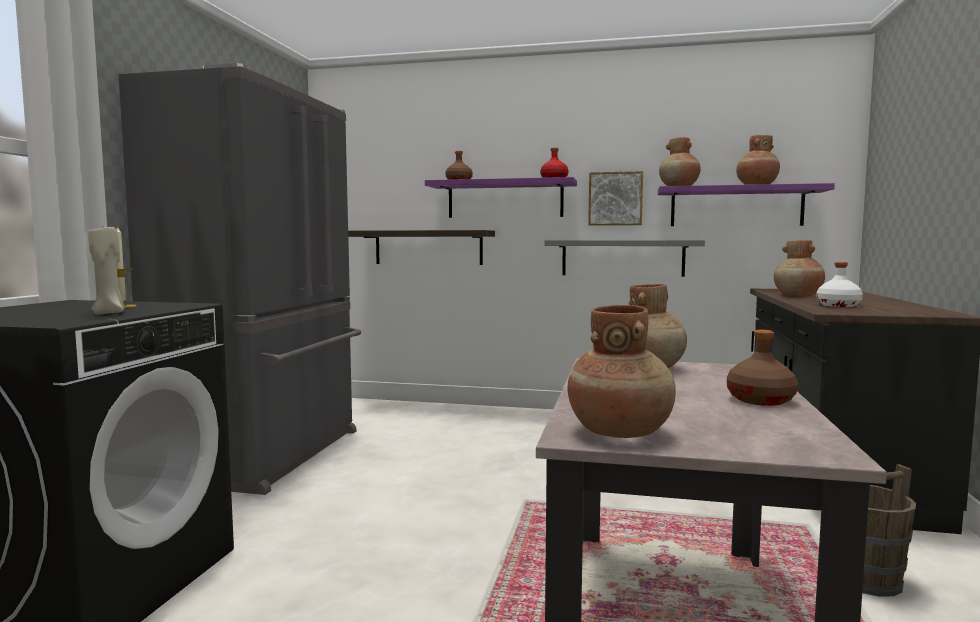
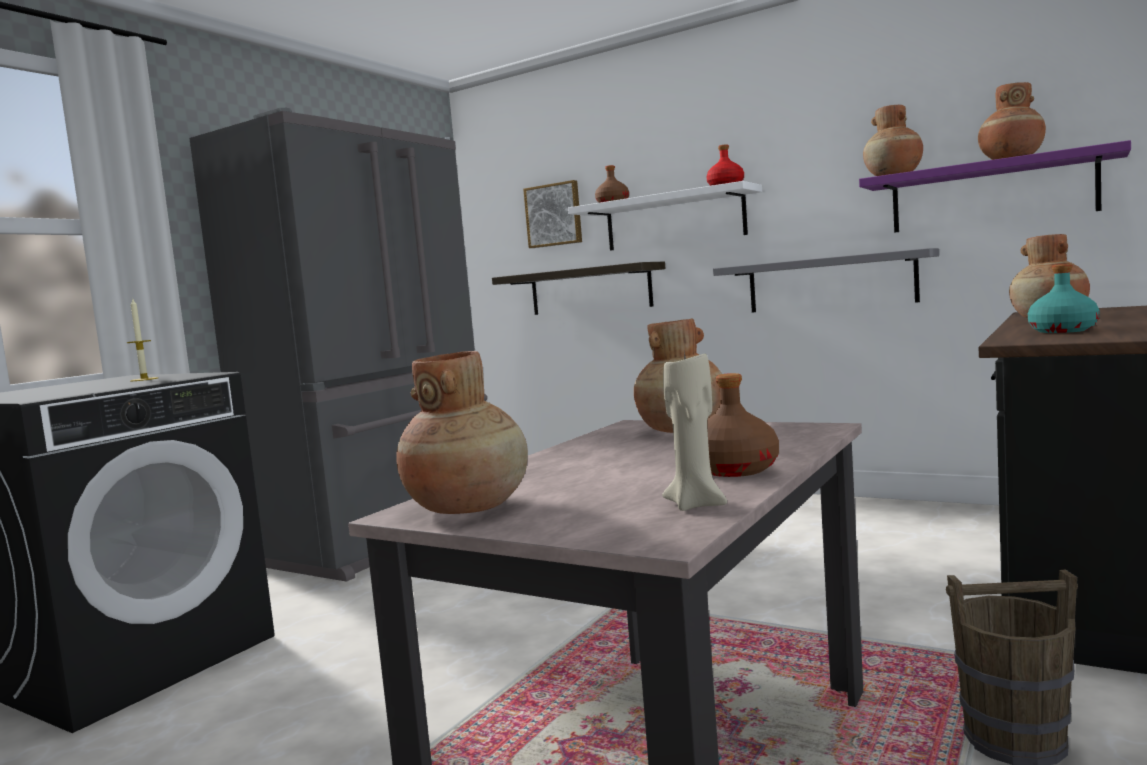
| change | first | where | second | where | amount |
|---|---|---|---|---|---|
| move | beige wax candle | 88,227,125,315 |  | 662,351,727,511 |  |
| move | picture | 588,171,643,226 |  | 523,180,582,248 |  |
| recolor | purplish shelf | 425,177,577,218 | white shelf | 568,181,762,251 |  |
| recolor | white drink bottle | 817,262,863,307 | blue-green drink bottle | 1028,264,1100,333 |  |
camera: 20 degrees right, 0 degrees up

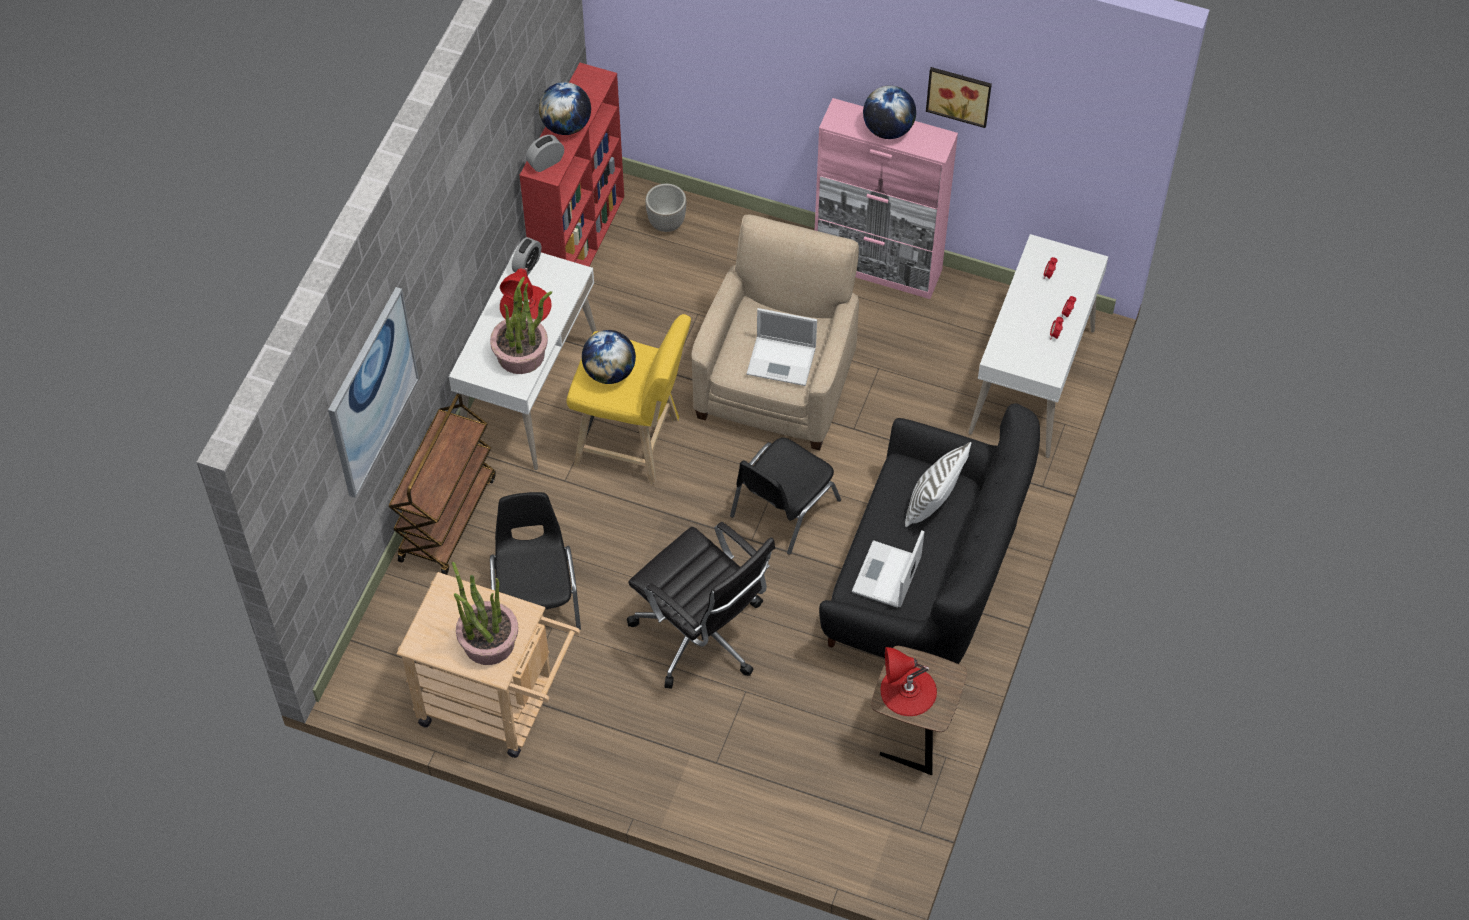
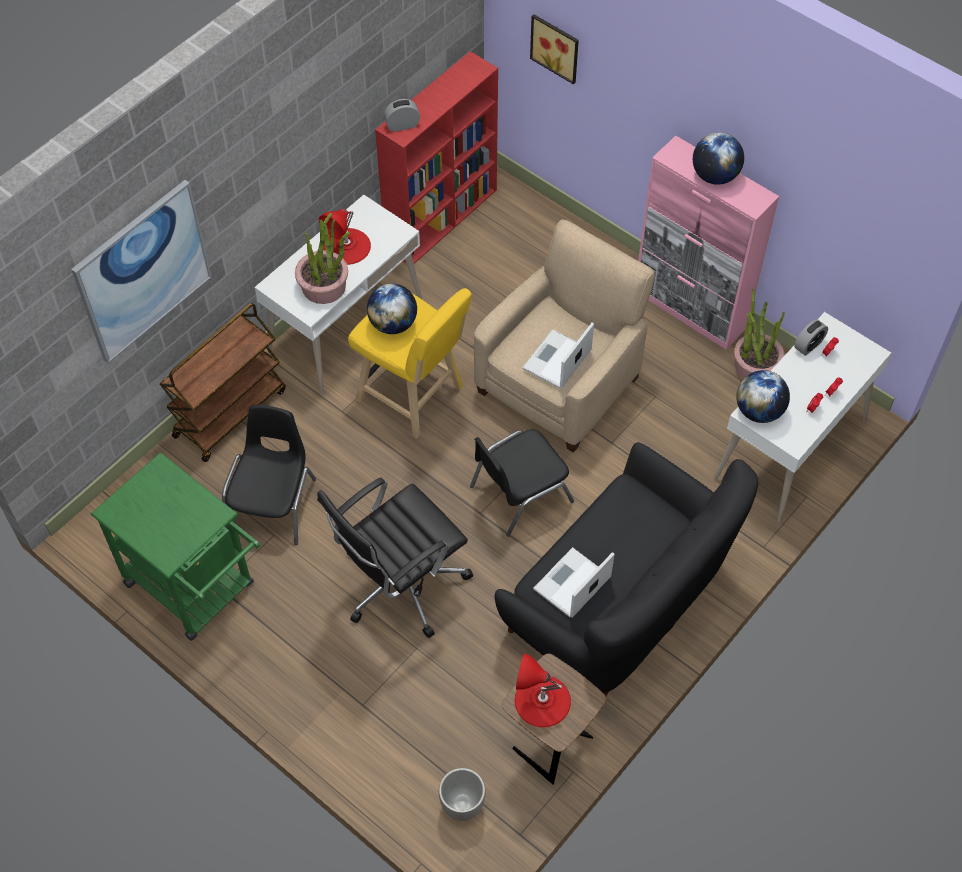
| change | first | where | second | where | amount |
|---|---|---|---|---|---|
| delete | white throw pillow | 905,442,971,527 |  |  |  |
| move | potted plant | 452,562,518,665 |  | 734,289,785,379 |  |
| move | alarm clock | 512,237,541,276 |  | 794,319,828,356 |  |
| move | world globe | 539,82,591,135 |  | 736,370,790,423 |  |
| move | flower pot | 645,184,686,232 |  | 439,768,486,821 |  |
| move | picture | 926,67,992,128 |  | 530,14,579,84 |  |
| recolor | beige wheeled cart | 397,572,580,758 | green-coloured wheeled cart | 91,452,260,641 |  |
| rotate | black-coloured office chair | 627,522,775,689 |  | 317,477,473,638 | 75 degrees clockwise |
| rotate | laptop | 746,308,817,386 |  | 523,322,594,388 | 90 degrees clockwise |
camera: 20 degrees right, 0 degrees up

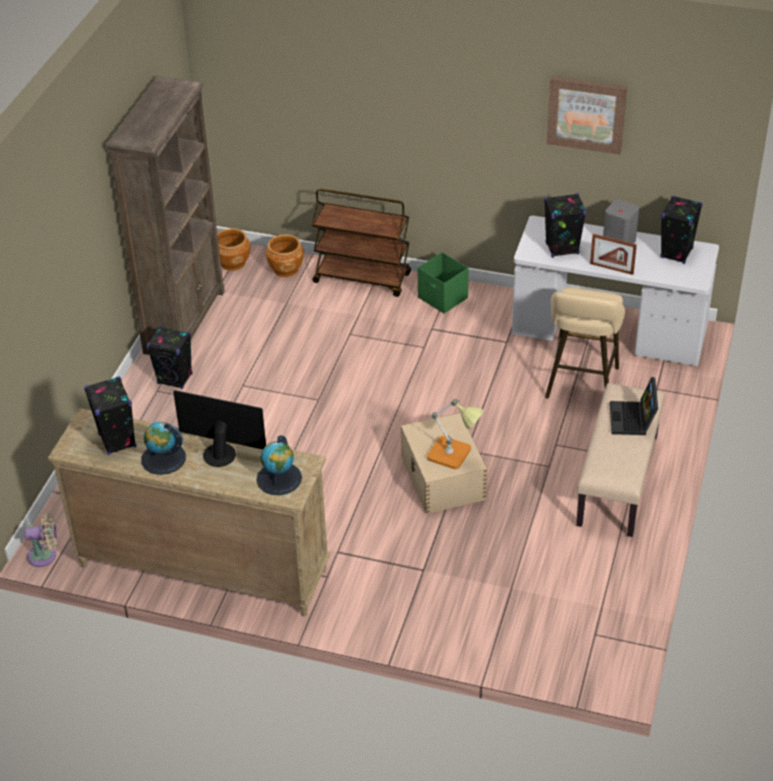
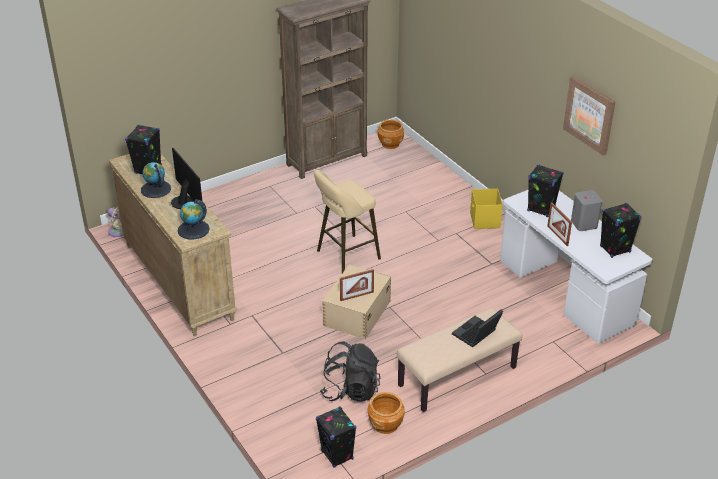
| change | first | where | second | where | amount |
|---|---|---|---|---|---|
| delete | brownish wheeled cart | 312,188,411,297 |  |  |  |
| insert |  |  | black-coloured rucksack | 320,341,380,402 |  |
| move | black-coloured speaker | 147,327,193,389 |  | 316,406,356,468 |  |
| move | brownish flower pot | 266,234,304,277 |  | 367,392,405,434 |  |
| move | beige stool | 545,287,625,398 |  | 314,170,381,273 |  |
| replace | tabletop lamp | 427,399,484,469 | photo frame | 340,269,374,301 |  |
| recolor | green-coloured storage bin | 418,252,469,313 | yellow storage bin | 470,189,503,229 |  |
camera: 40 degrees right, 5 degrees down

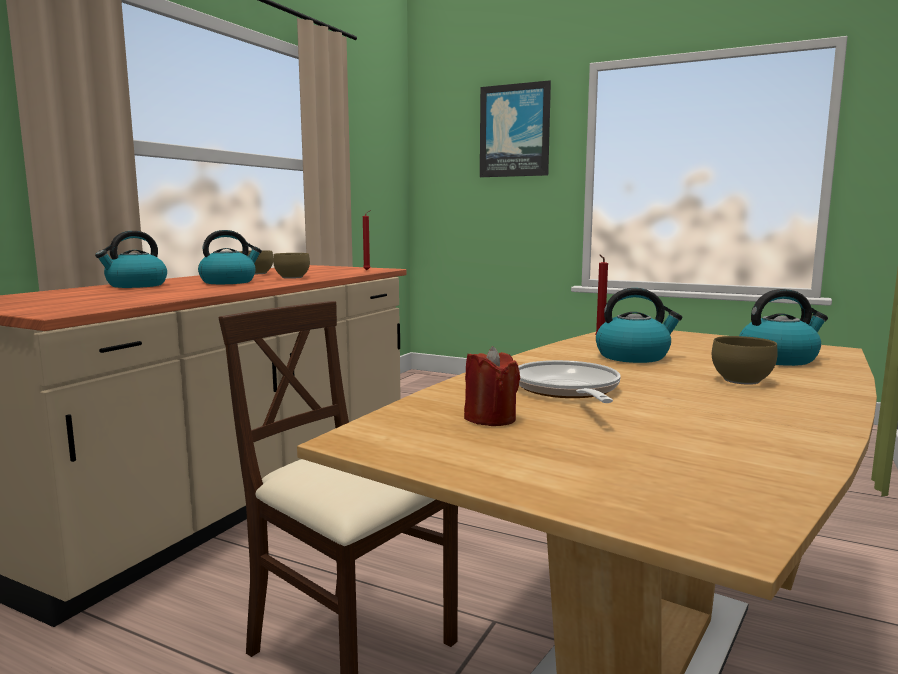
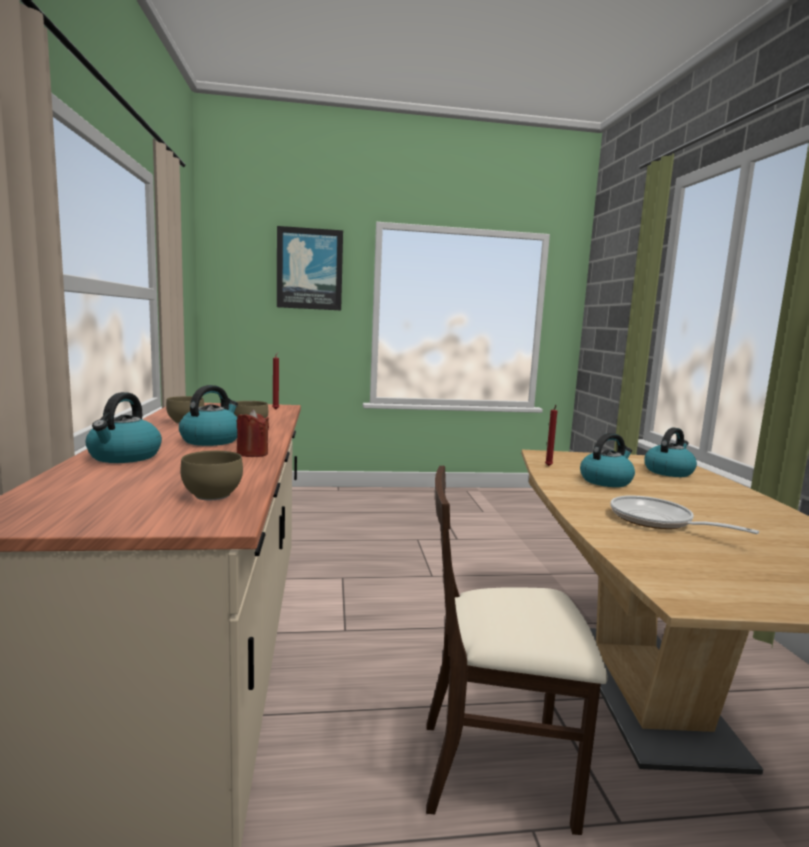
| change | first | where | second | where | amount |
|---|---|---|---|---|---|
| move | red wax candle | 464,346,520,426 |  | 237,409,269,457 |  |
| move | brownish serving bowl | 712,336,777,385 |  | 180,451,243,500 |  |
camera: 35 degrees left, 0 degrees up

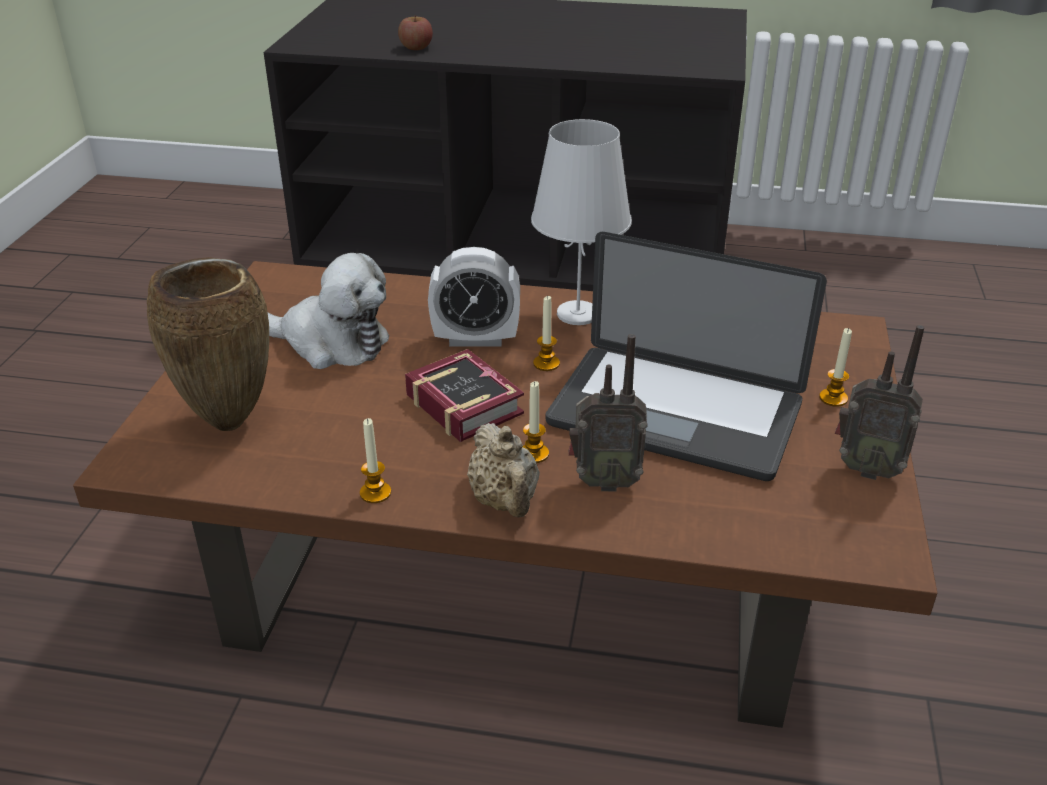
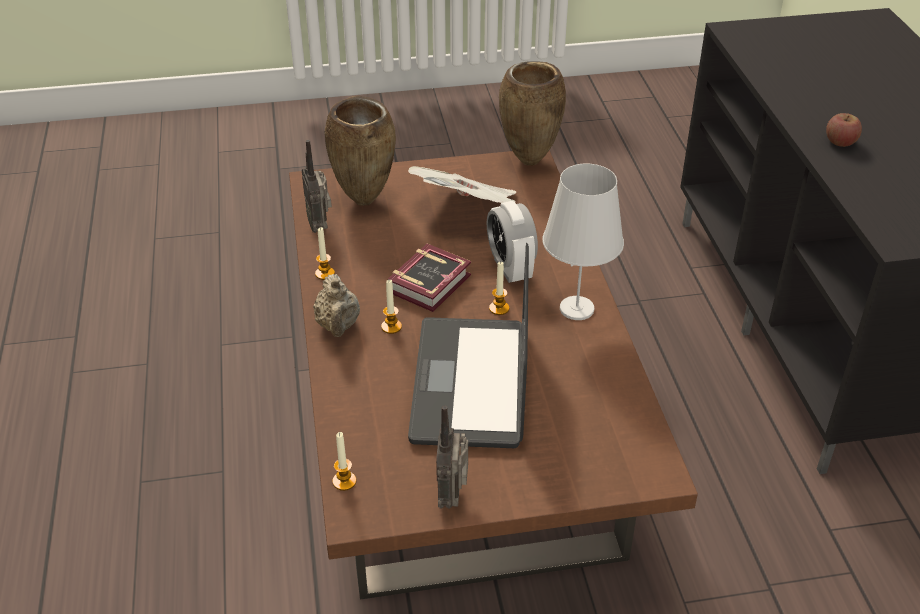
| change | first | where | second | where | amount |
|---|---|---|---|---|---|
| insert |  |  | brownish decorative vase | 499,61,566,166 |  |
| move | apple | 398,15,433,50 |  | 826,113,862,147 |  |
| move | radio receiver | 568,334,648,492 |  | 302,140,332,233 |  |
| move | wax candle | 819,328,852,407 |  | 332,432,356,491 |  |
| replace | soft toy | 268,253,389,369 | daily paper | 408,166,516,203 |  |
| rotate | beige pot for tea | 467,423,540,517 |  | 313,274,360,337 | 60 degrees counterclockwise |
camera: 70 degrees right, 5 degrees up

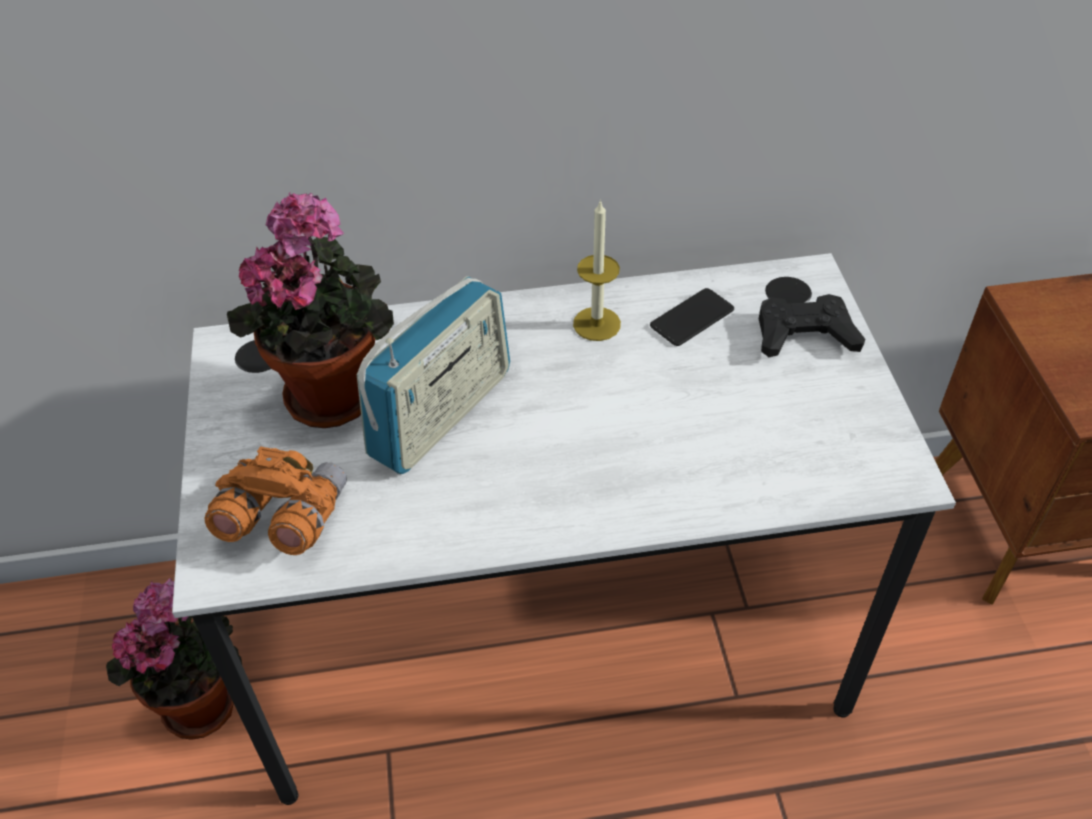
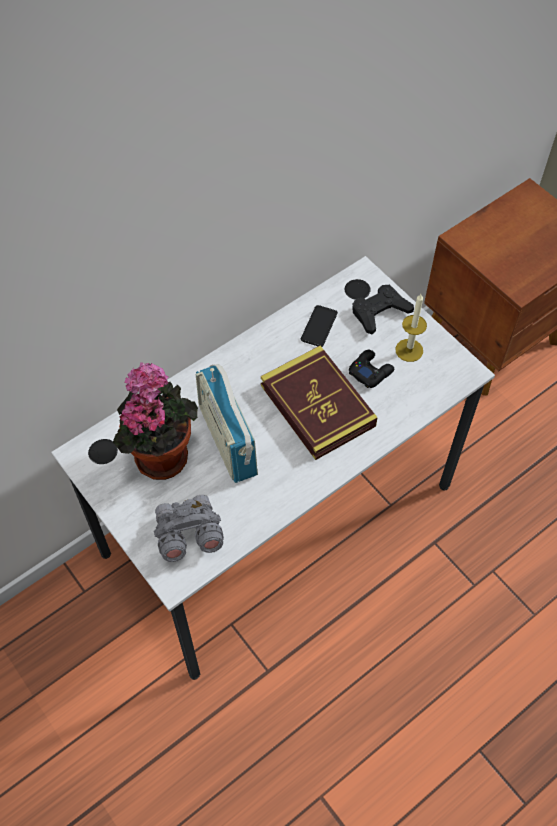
| change | first | where | second | where | amount |
|---|---|---|---|---|---|
| delete | potted plant | 106,578,242,740 |  |  |  |
| insert |  |  | book | 261,346,378,460 |  |
| insert |  |  | black-coloured joypad | 349,350,394,388 |  |
| move | wax candle | 573,199,621,341 |  | 395,294,427,362 |  |
| recolor | orangey pair of binoculars | 205,446,347,555 | greyish pair of binoculars | 154,495,224,562 |  |
| rotate | radio receiver | 357,276,510,474 |  | 196,364,258,483 | 150 degrees clockwise |
camera: 30 degrees left, 10 degrees up

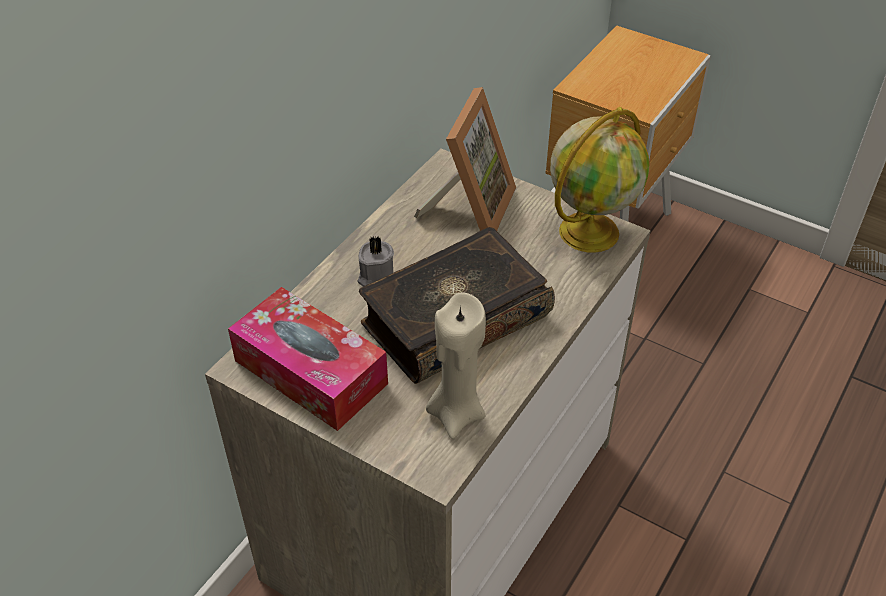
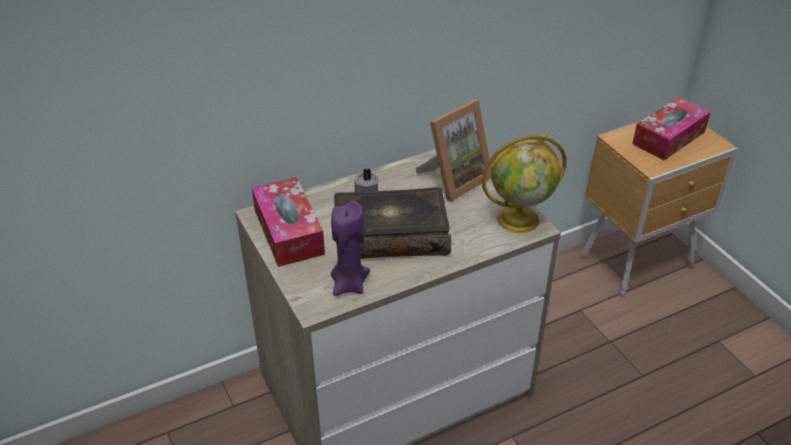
| change | first | where | second | where | amount |
|---|---|---|---|---|---|
| insert |  |  | tissue box | 632,97,711,161 |  |
| recolor | beige wax candle | 426,292,486,439 | purplish wax candle | 331,201,370,296 |  |
camera: 30 degrees right, 5 degrees down

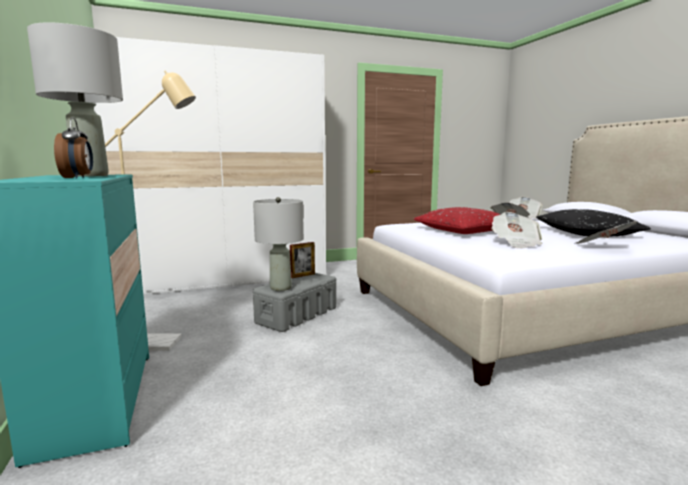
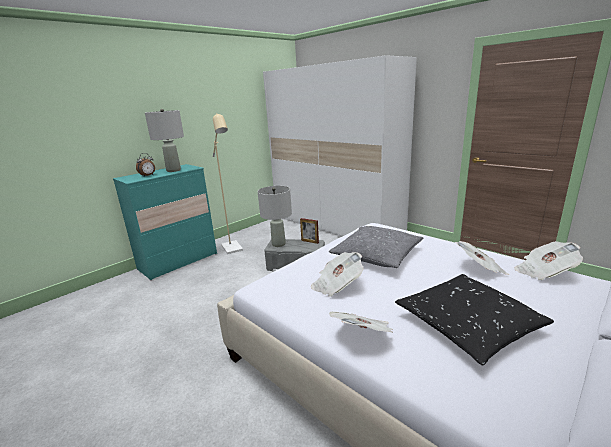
| change | first | where | second | where | amount |
|---|---|---|---|---|---|
| recolor | red throw pillow | 414,207,501,234 | greyish throw pillow | 329,226,423,268 |  |
camera: 65 degrees right, 10 degrees up

